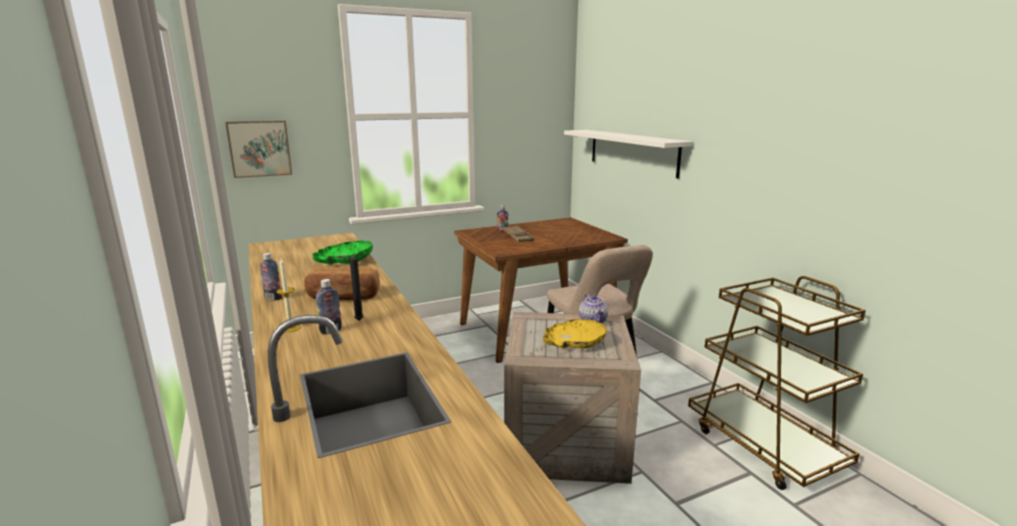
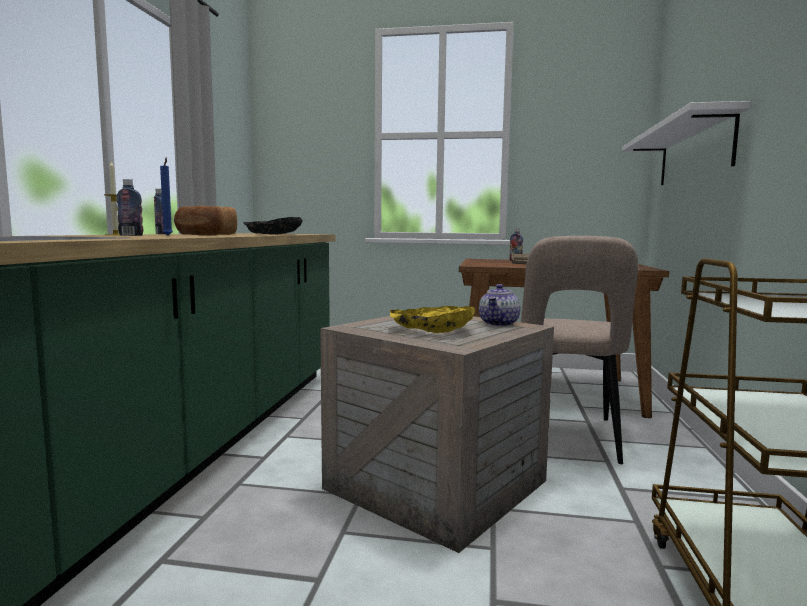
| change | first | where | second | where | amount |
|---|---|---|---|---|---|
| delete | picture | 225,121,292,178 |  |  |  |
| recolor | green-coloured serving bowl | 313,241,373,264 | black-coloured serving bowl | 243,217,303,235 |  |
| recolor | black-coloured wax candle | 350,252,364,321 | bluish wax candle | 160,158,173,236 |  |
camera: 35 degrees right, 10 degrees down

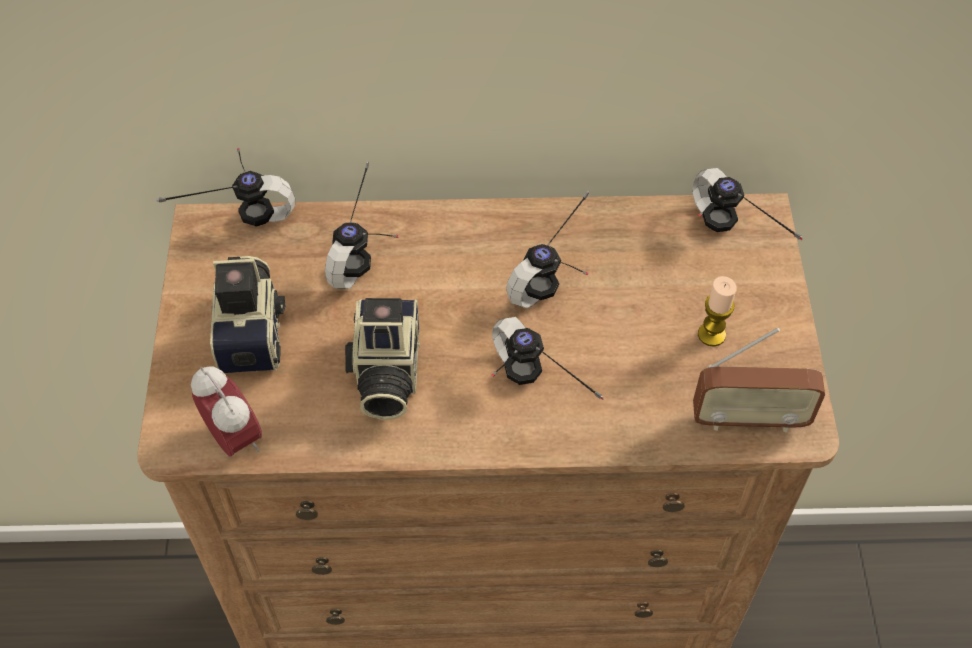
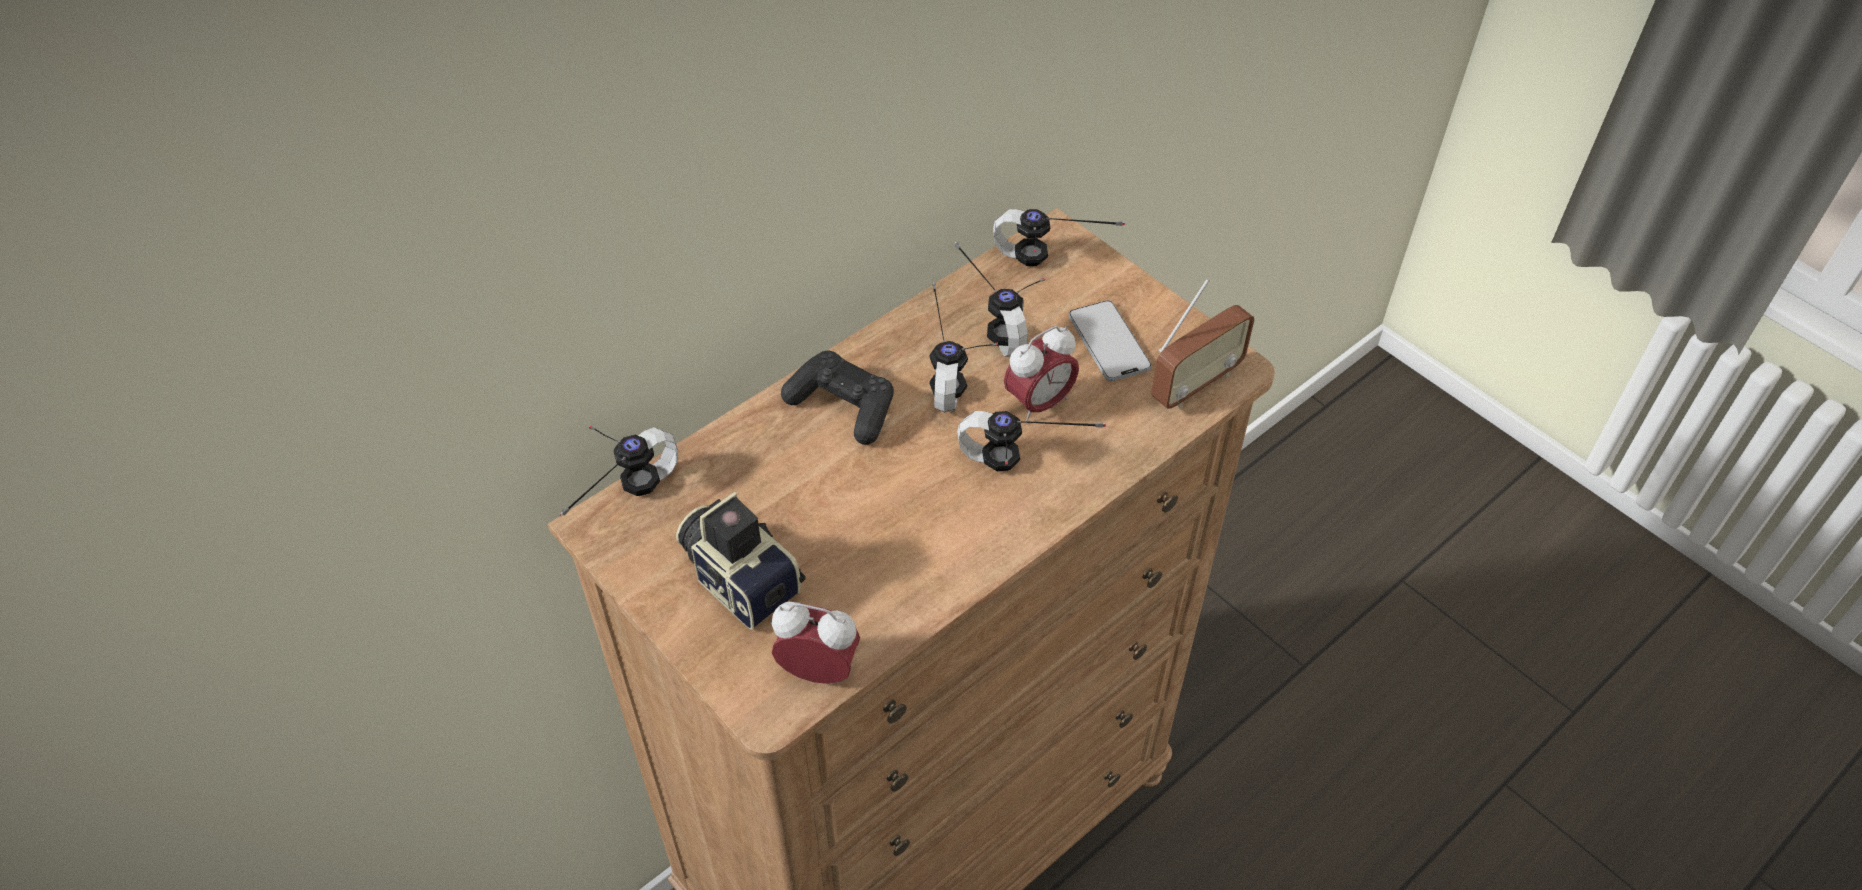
| change | first | where | second | where | amount |
|---|---|---|---|---|---|
| delete | still camera | 345,298,420,420 |  |  |  |
| insert |  |  | black-coloured joypad | 781,351,894,445 |  |
| insert |  |  | alarm clock | 1004,326,1079,422 |  |
| move | pair of headphones | 325,161,399,289 |  | 955,241,1045,357 |  |
| replace | wax candle | 698,276,737,347 | handset | 1069,300,1151,382 |  |
camera: 40 degrees left, 5 degrees down

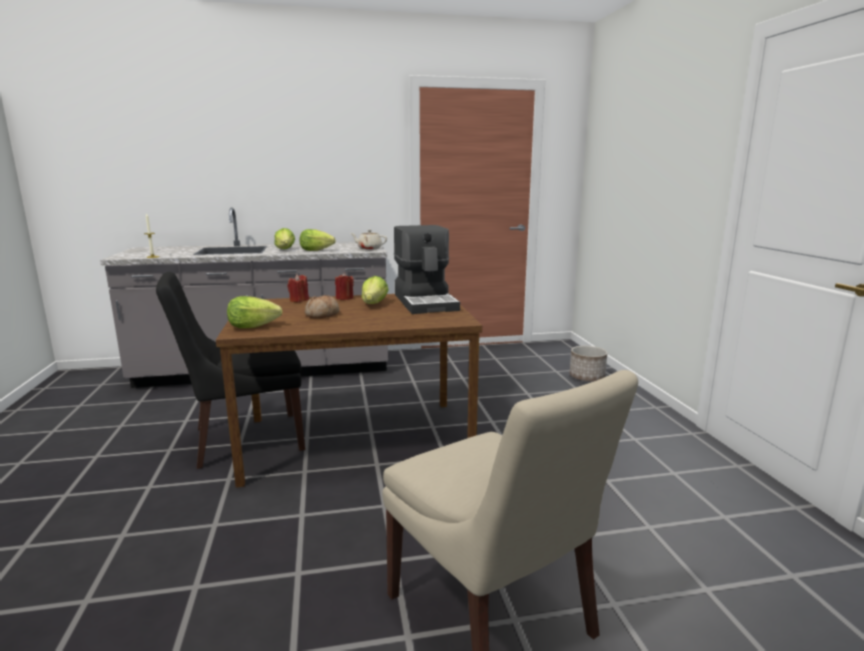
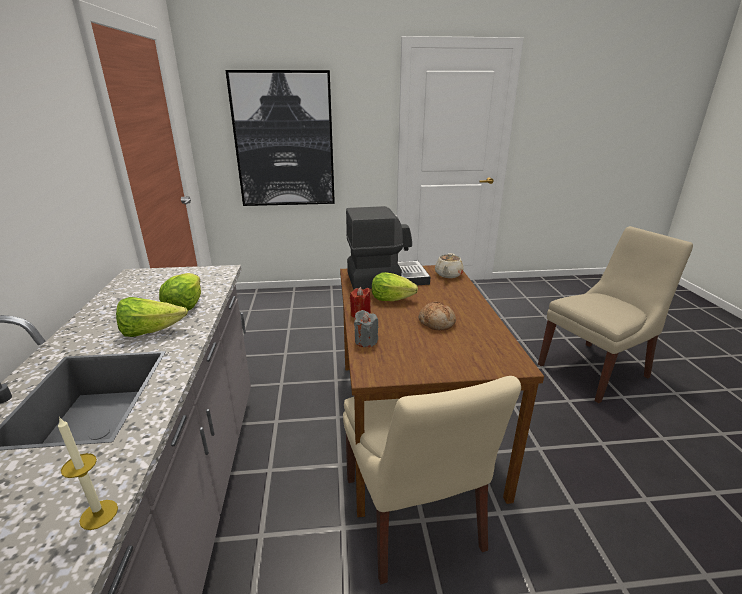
| change | first | where | second | where | amount |
|---|---|---|---|---|---|
| delete | lettuce head | 227,296,282,328 |  |  |  |
| delete | flower pot | 570,346,607,382 |  |  |  |
| insert |  |  | picture | 225,70,335,206 |  |
| move | beige pot for tea | 351,230,387,250 |  | 435,253,464,278 |  |
| recolor | black-coloured plain chair | 156,272,305,469 | beige plain chair | 343,376,521,584 |  |
| recolor | red wax candle | 288,274,309,302 | greyish wax candle | 354,310,378,347 |  |
camera: 85 degrees left, 10 degrees up

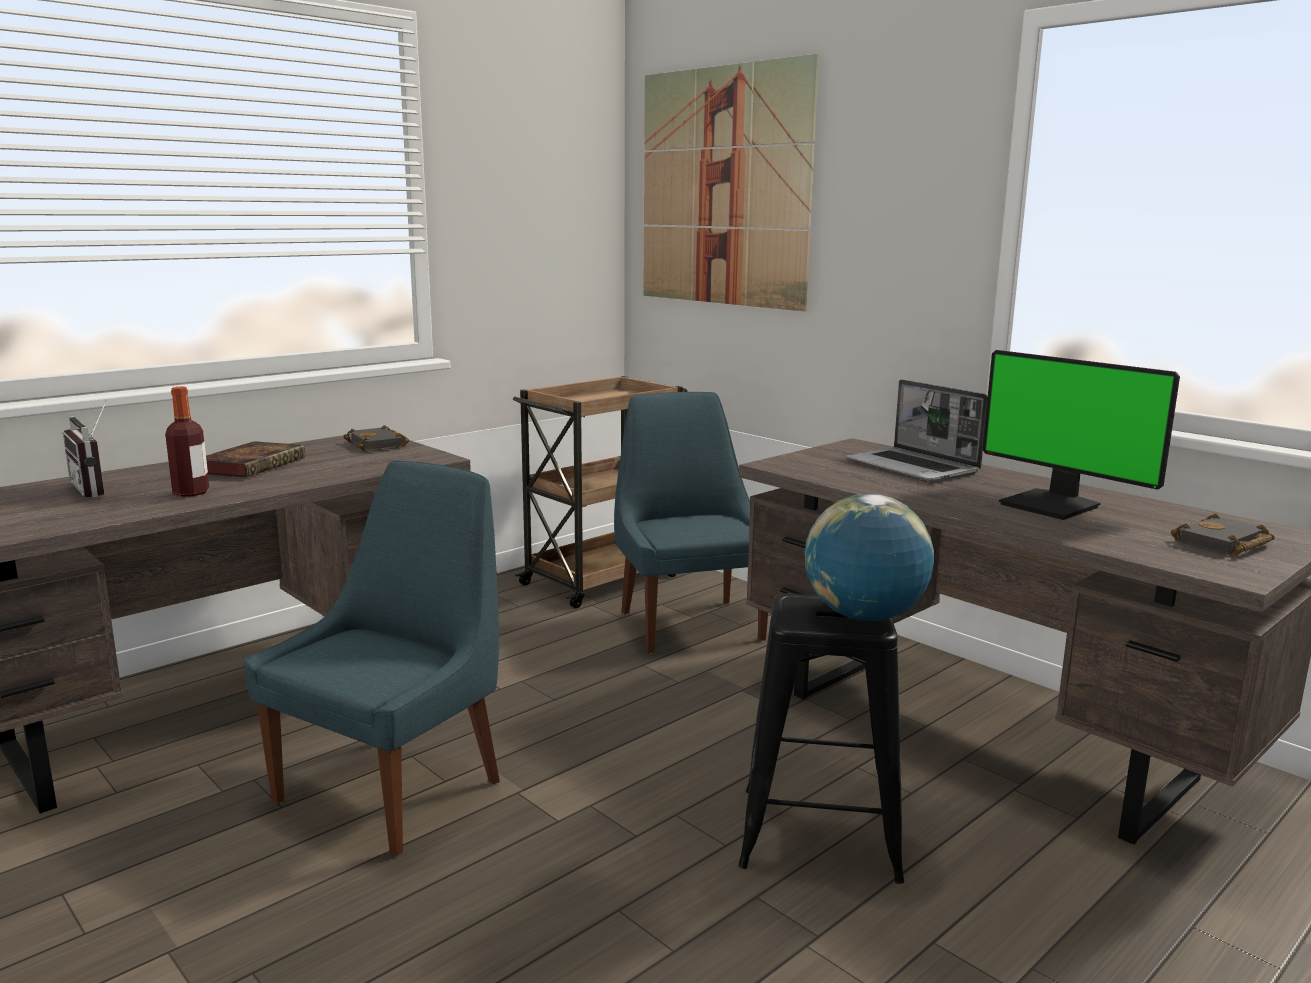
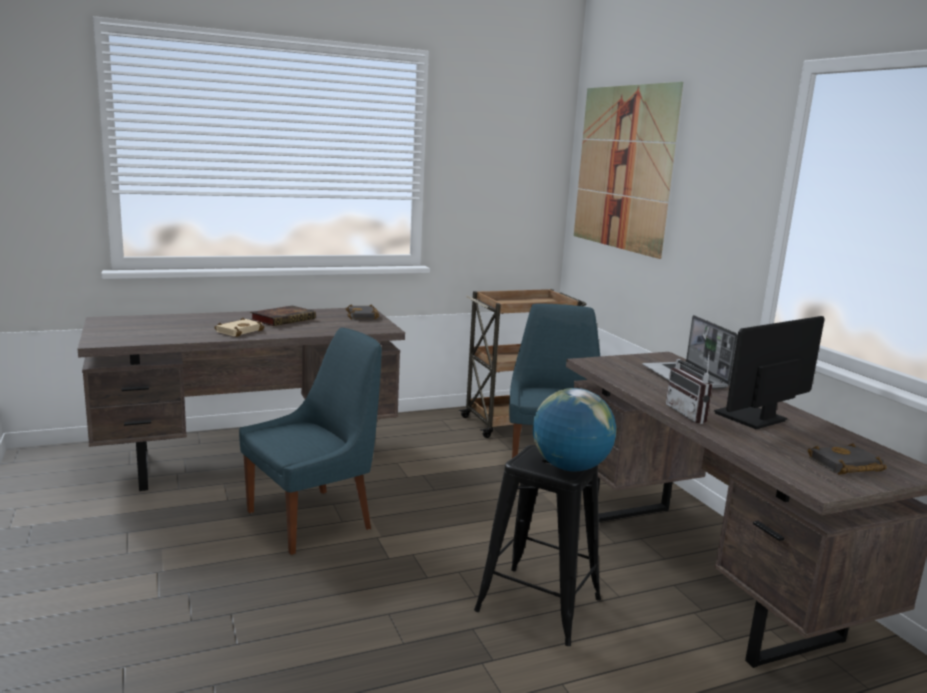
| change | first | where | second | where | amount |
|---|---|---|---|---|---|
| move | radio receiver | 63,399,107,497 |  | 666,351,712,424 |  |
| replace | drink bottle | 165,387,209,497 | beige book | 214,318,265,337 |  |
| rotate | computer screen | 982,350,1180,520 |  | 714,316,825,429 | 75 degrees clockwise |
camera: 20 degrees right, 0 degrees up

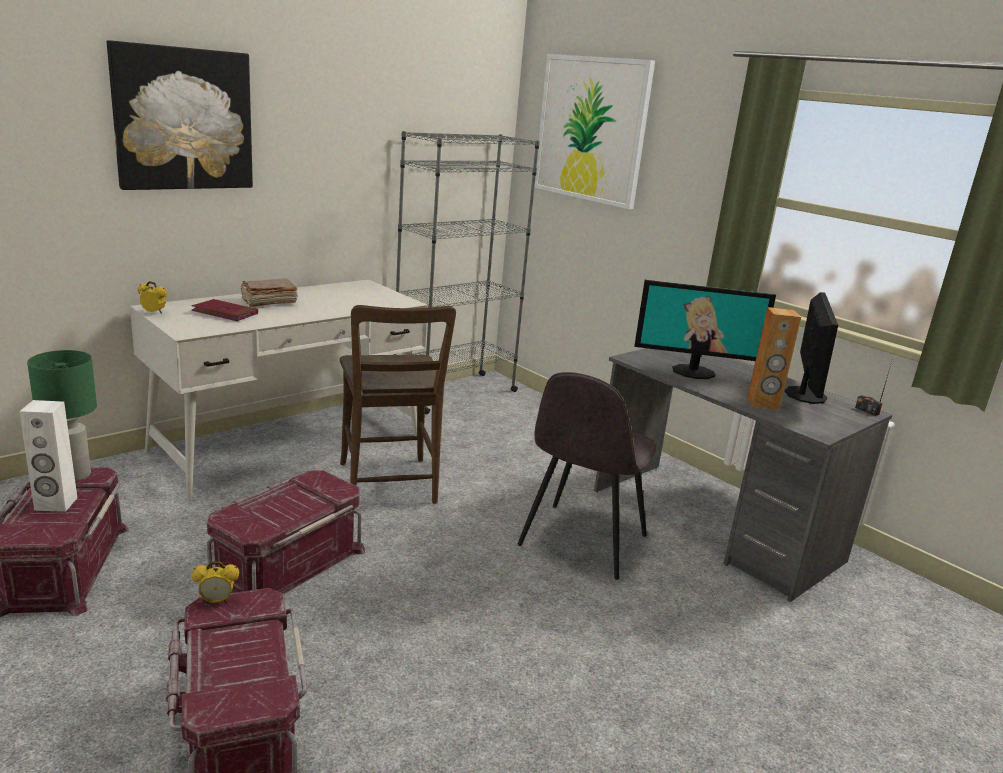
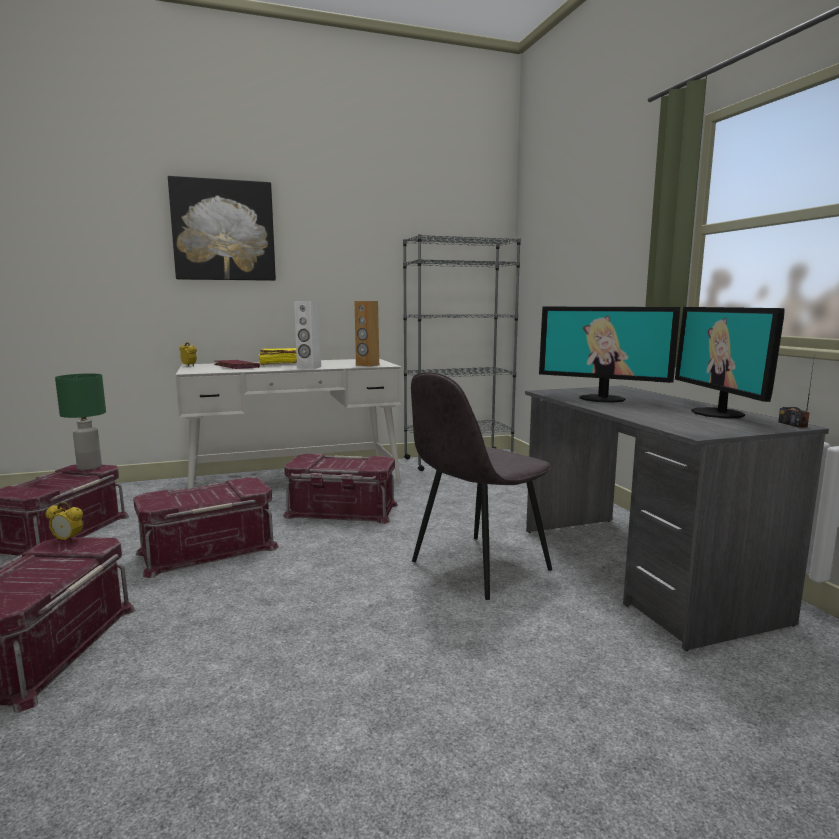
| change | first | where | second | where | amount |
|---|---|---|---|---|---|
| delete | picture | 535,54,655,209 |  |  |  |
| move | white speaker | 19,400,77,512 |  | 294,301,321,369 |  |
| move | brownish speaker | 747,307,801,410 |  | 355,301,379,367 |  |
| replace | brownish plain chair | 340,305,456,504 | red storage bin | 283,454,398,524 |  |
| recolor | brownish book | 240,278,298,307 | yellow book | 259,348,297,365 |  |
| rotate | computer screen | 784,292,838,404 |  | 675,307,785,418 | 135 degrees clockwise |
camera: 25 degrees right, 10 degrees down

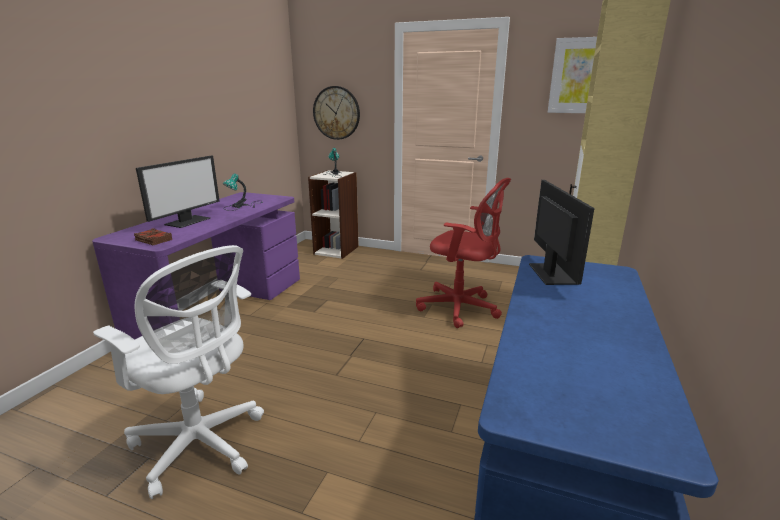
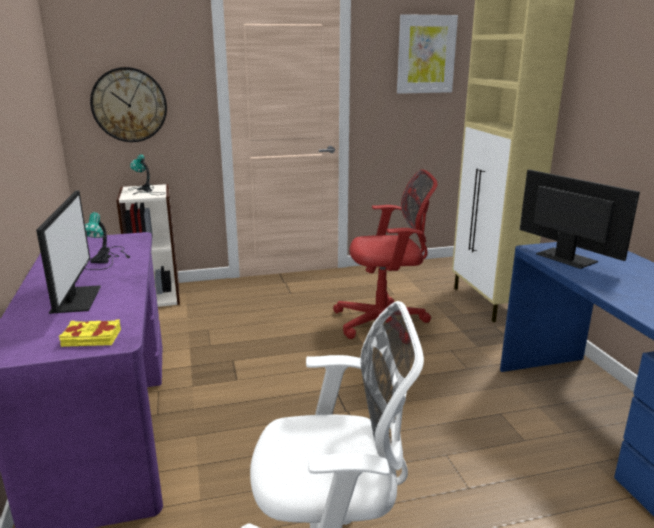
| change | first | where | second | where | amount |
|---|---|---|---|---|---|
| recolor | brownish book | 134,228,172,245 | yellow book | 59,320,121,347 |  |
camera: 35 degrees left, 0 degrees up

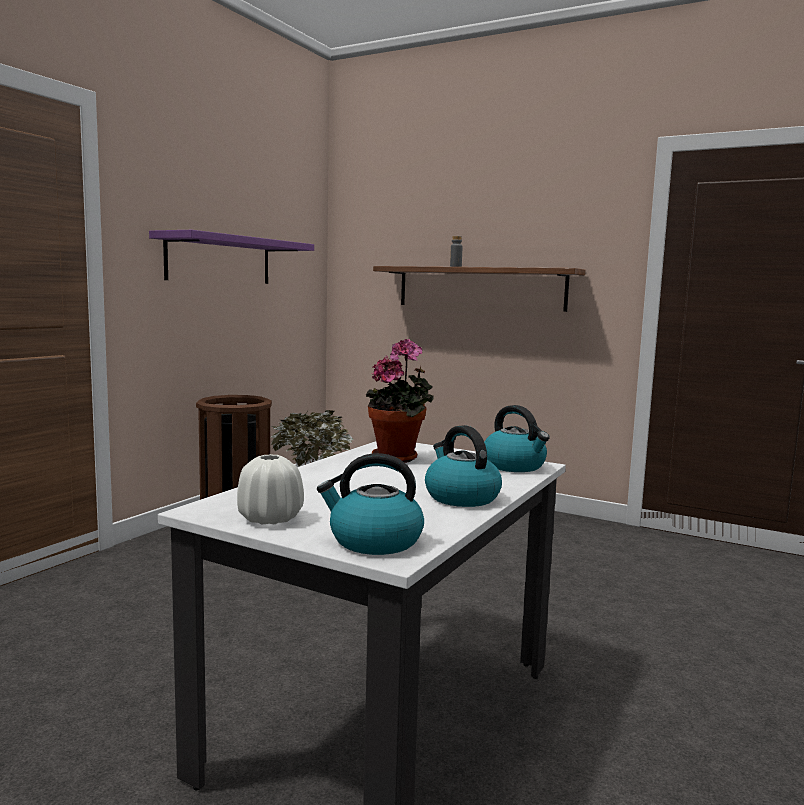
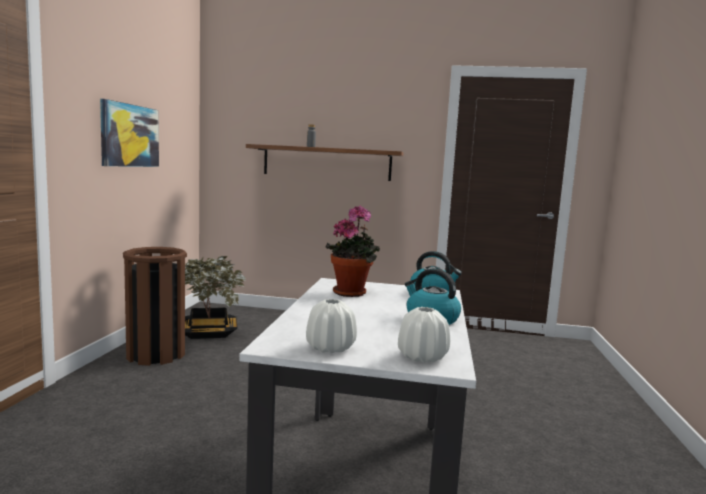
| change | first | where | second | where | amount |
|---|---|---|---|---|---|
| replace | purplish shelf | 149,230,314,284 | picture | 100,99,159,167 |  |
| replace | water kettle | 317,453,424,555 | white decorative vase | 398,307,450,363 |  |
camera: 20 degrees left, 0 degrees up

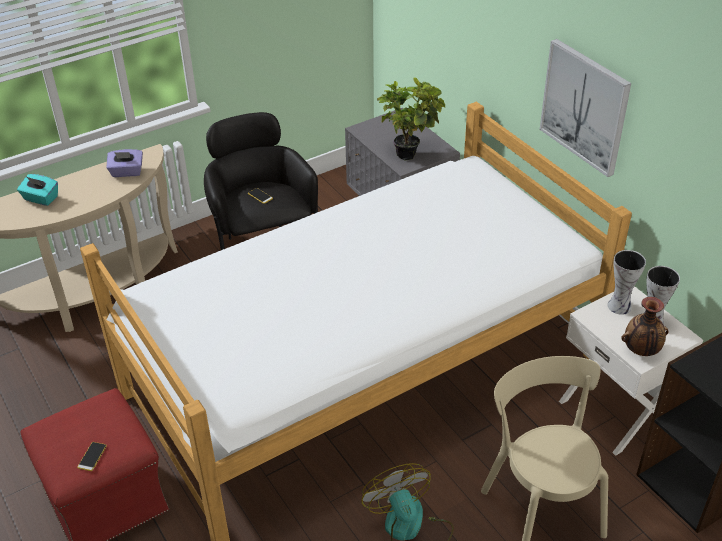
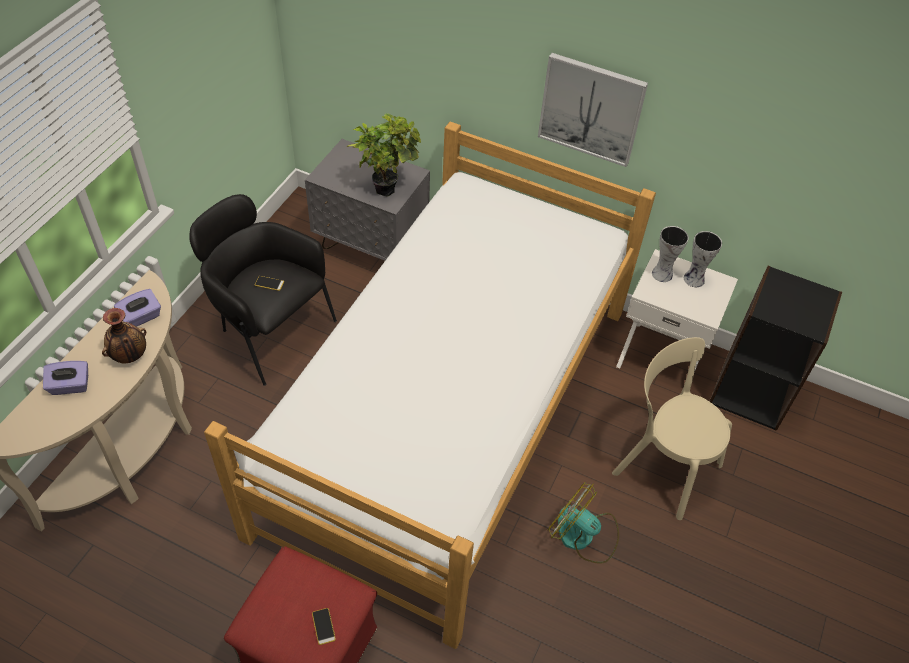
| change | first | where | second | where | amount |
|---|---|---|---|---|---|
| move | decorative vase | 621,297,668,356 |  | 102,308,147,363 |  |
| recolor | blue-green tissue box | 17,174,58,206 | purplish tissue box | 43,361,88,395 |  |
camera: 35 degrees left, 10 degrees up

